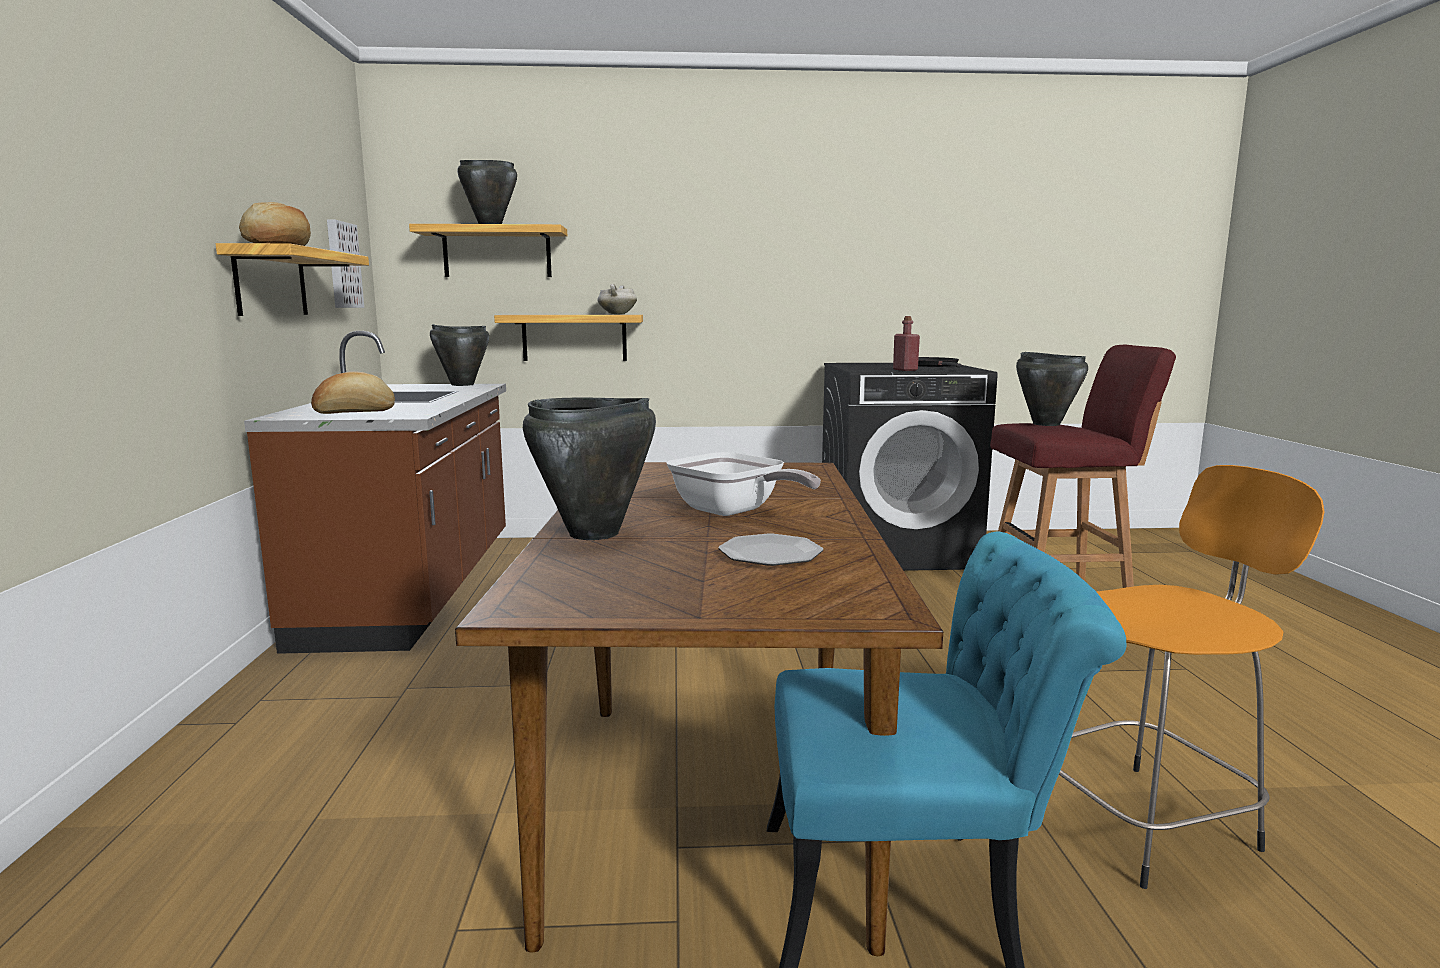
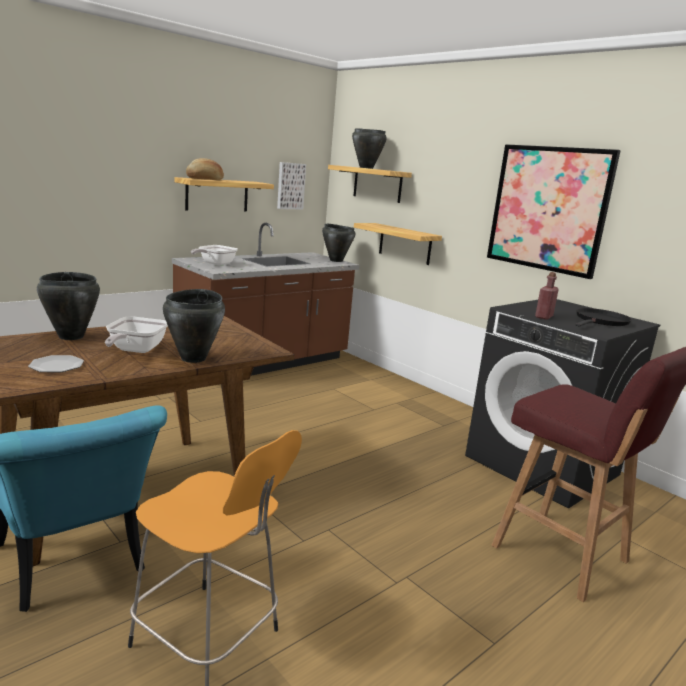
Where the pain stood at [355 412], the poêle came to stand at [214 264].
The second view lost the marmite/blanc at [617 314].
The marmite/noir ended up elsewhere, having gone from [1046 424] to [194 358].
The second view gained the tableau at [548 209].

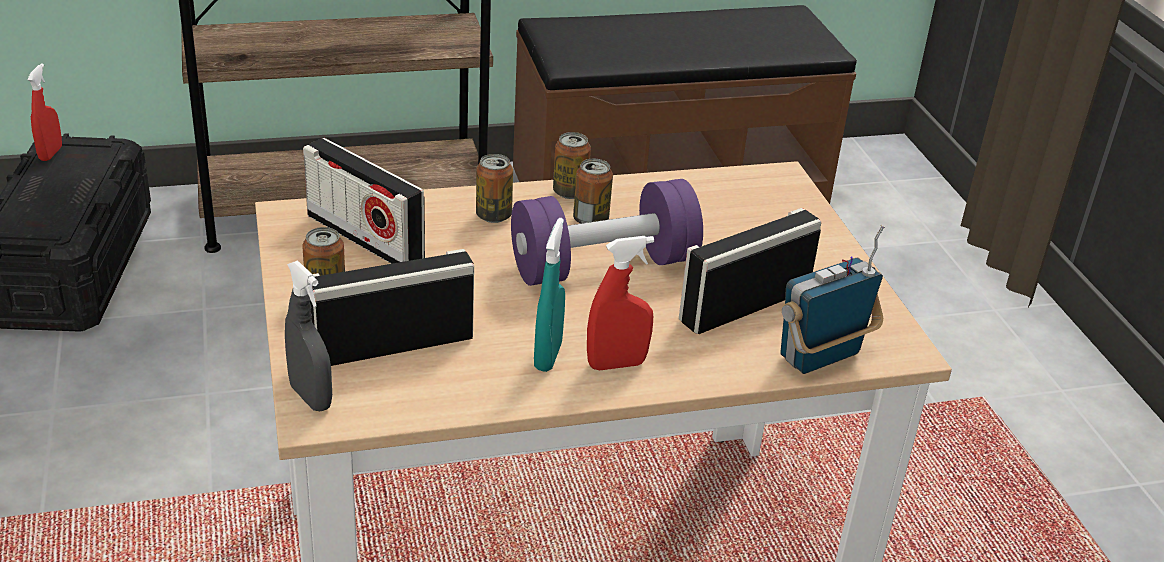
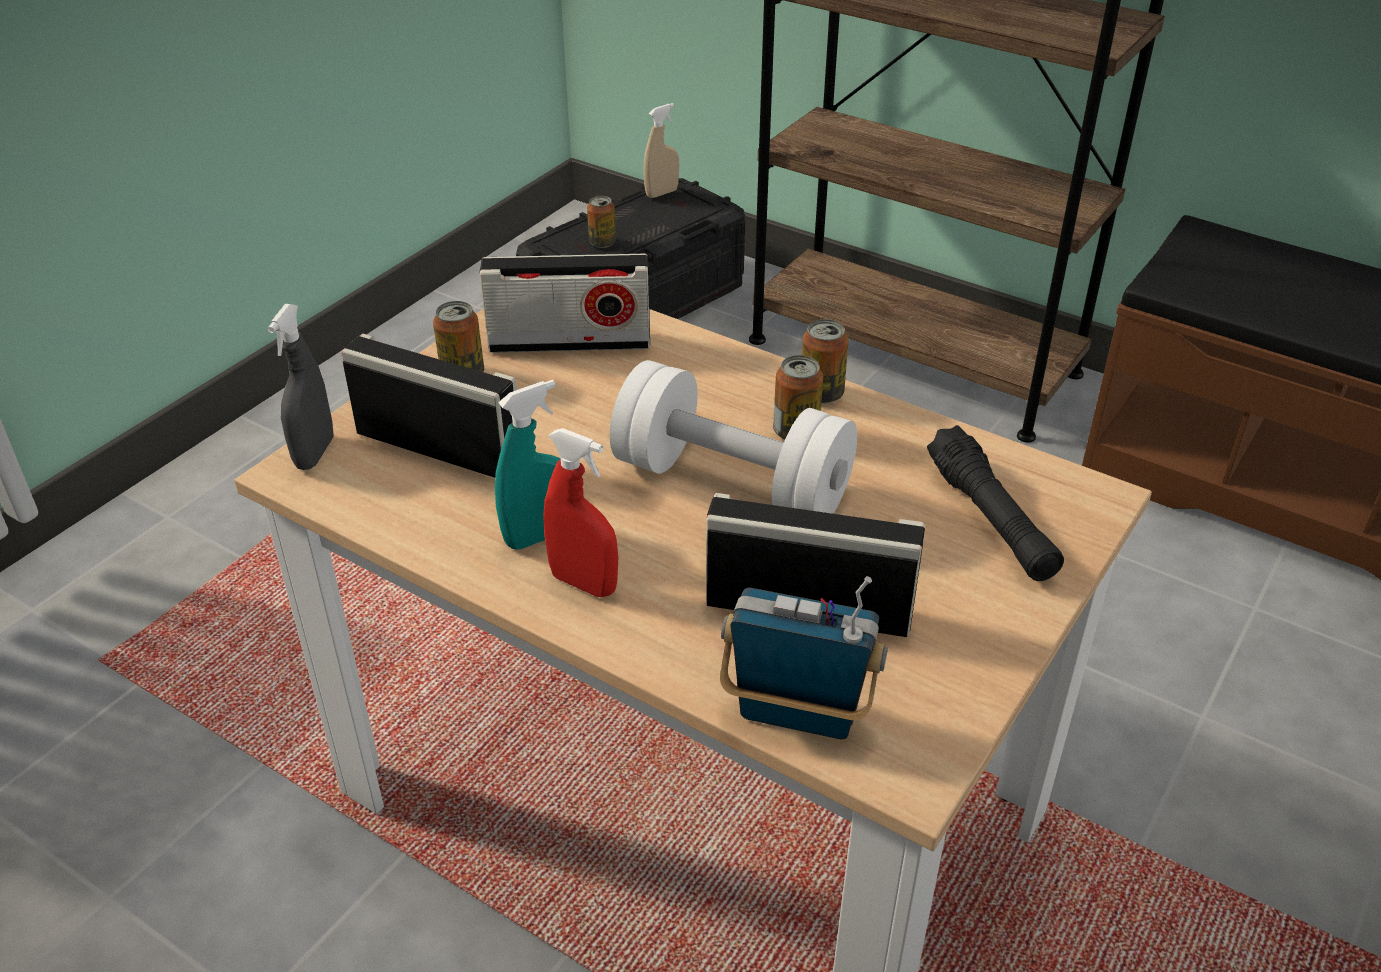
What was the vaporisateur/rouge at [50 153] turned into the vaporisateur/beige at [662 193].
The radio at [365 238] ended up facing another way, 90 degrees counterclockwise from before.
The boîte métallique ended up elsewhere, having gone from [493 215] to [602 243].
What was the haltère/violet at [603 266] turned into the haltère/blanc at [732 483].
The second view gained the lampe de poche/noir at [991 519].

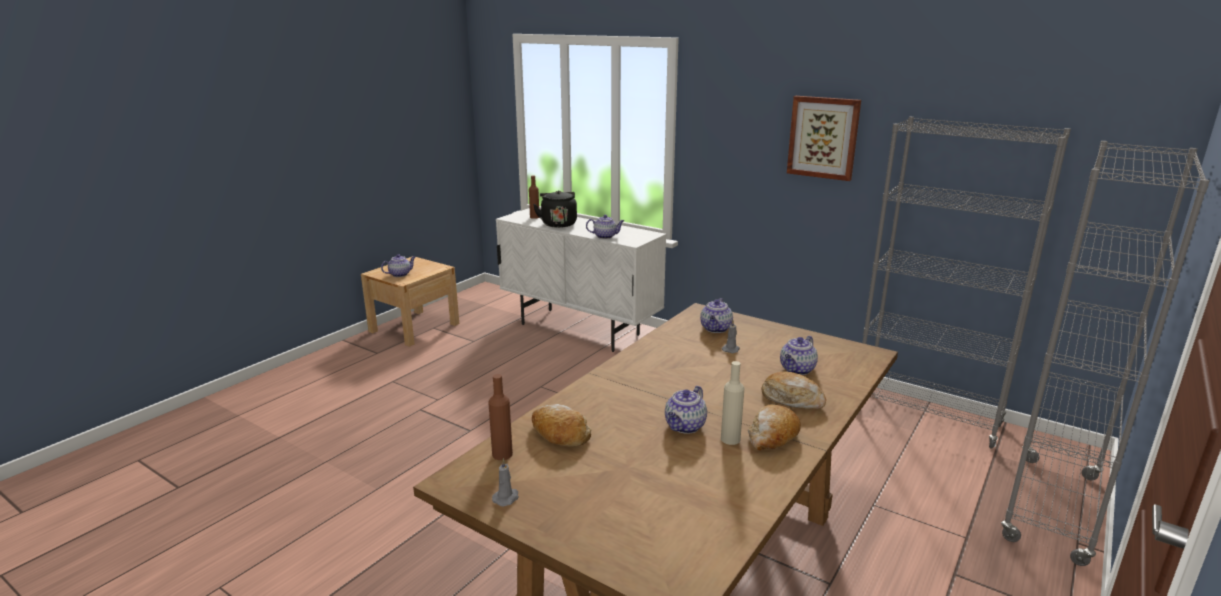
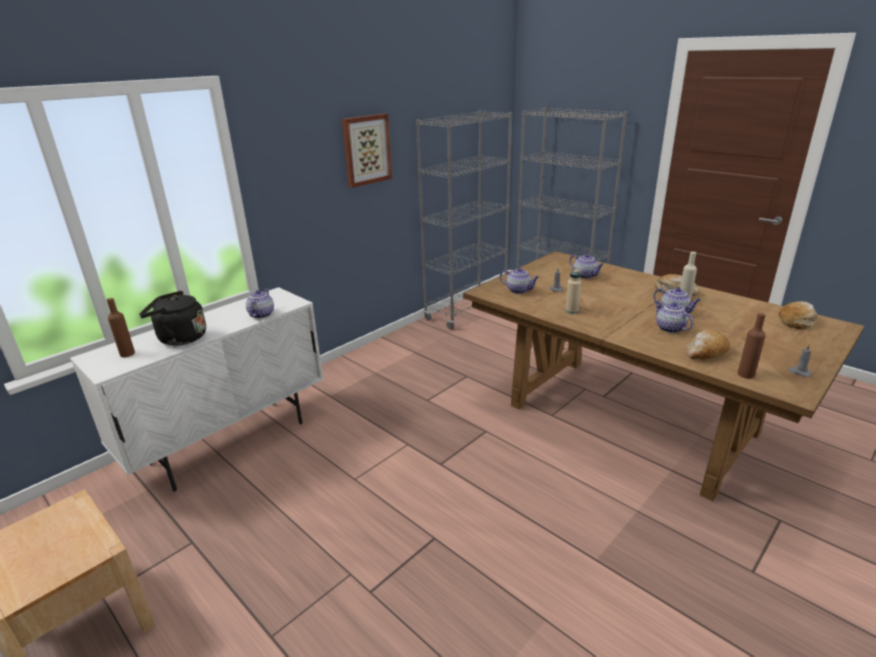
The théière ended up elsewhere, having gone from [400 274] to [669 328].
The pain ended up elsewhere, having gone from [792 399] to [796 321].
The second view gained the bouteille/beige at [572 310].

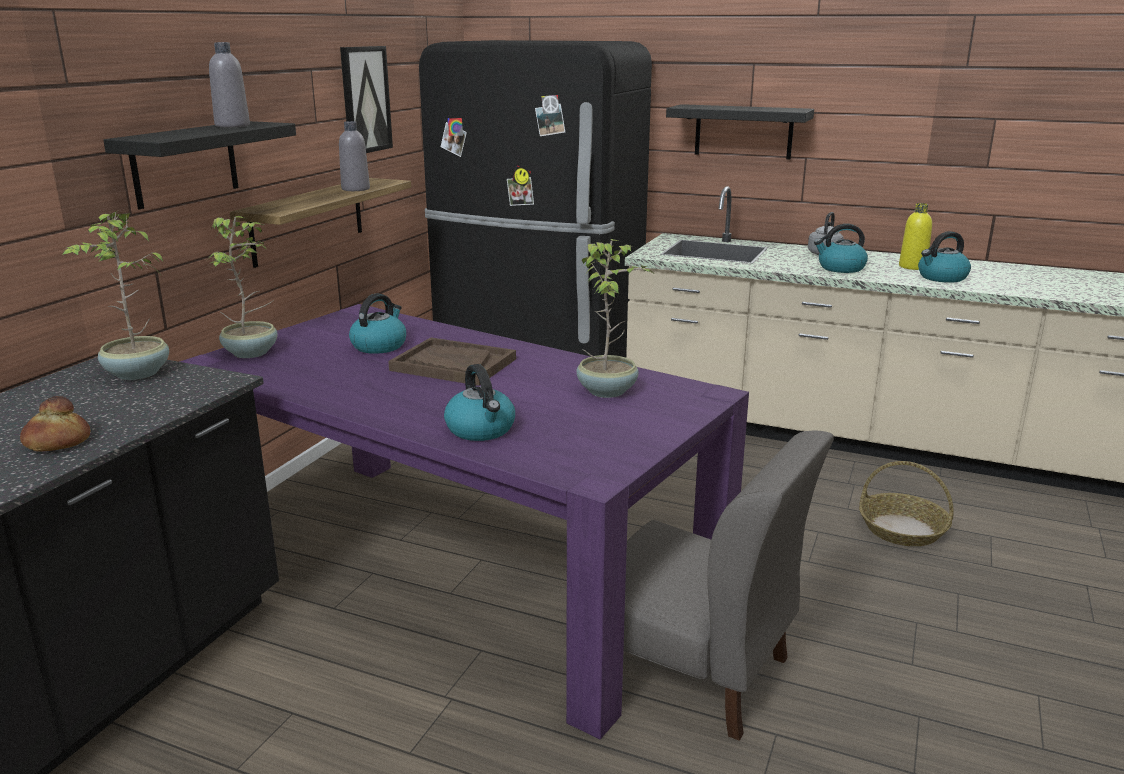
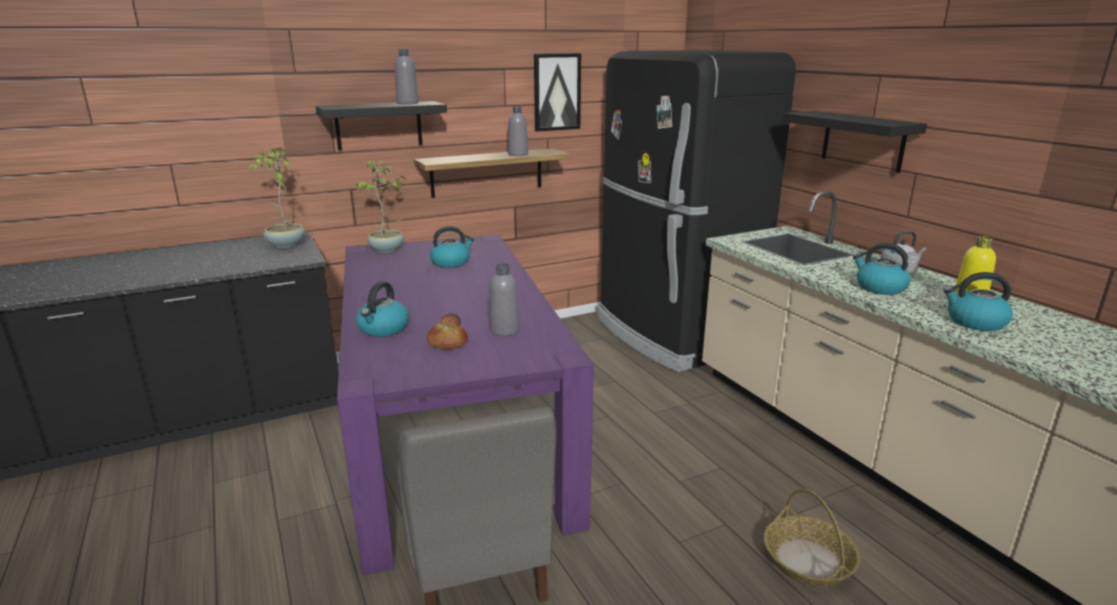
The pain ended up elsewhere, having gone from [57 443] to [447 343].
The second view lost the plateau/marron at [453 365].
Where the plante en pot stood at [608 390], the bouteille/gris came to stand at [504 330].

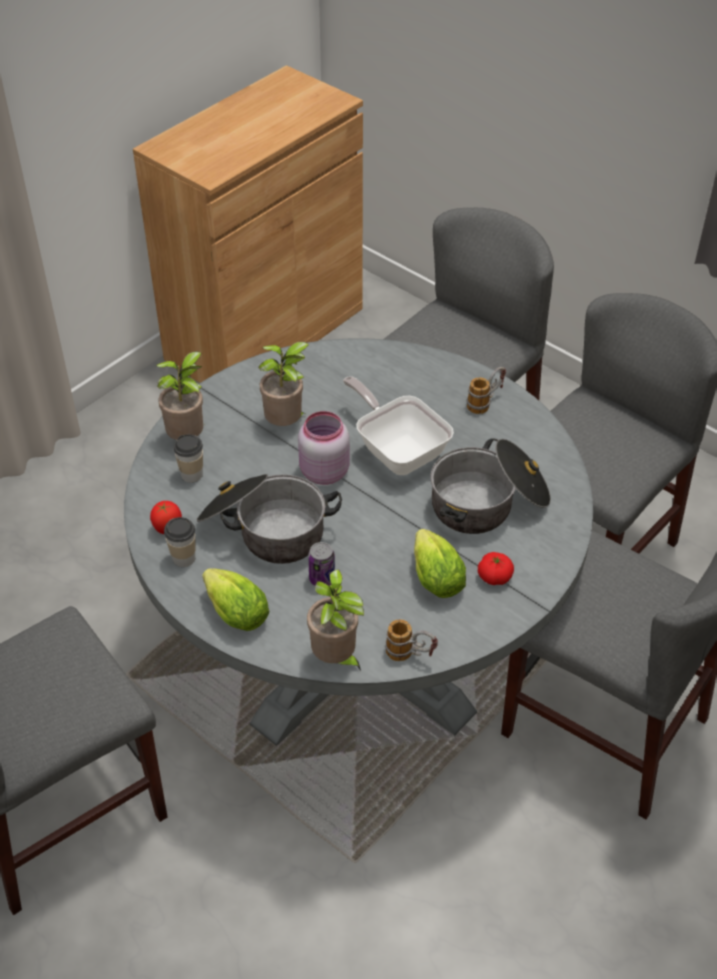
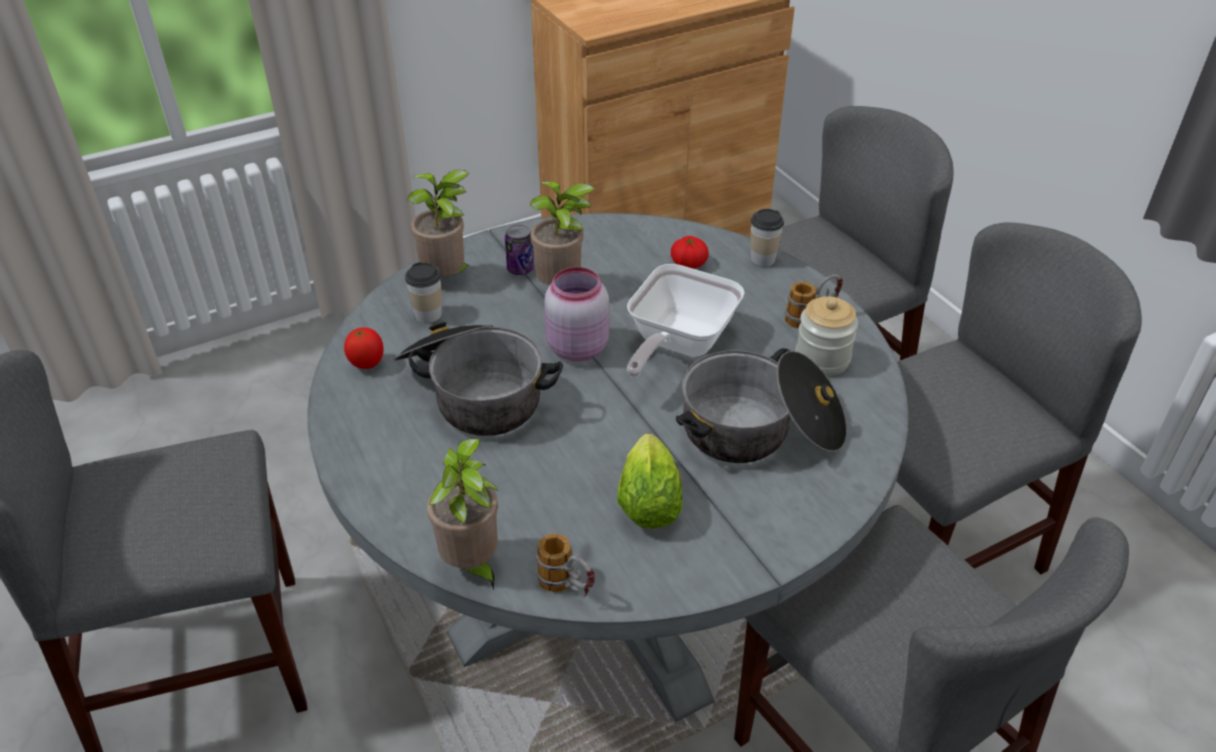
The tasse ended up elsewhere, having gone from [183 558] to [762 259].
The second view lost the laitue at [233 611].
The boîte métallique ended up elsewhere, having gone from [322 579] to [520 269].
The poêle at [397 450] ended up facing another way, 135 degrees counterclockwise from before.
The tomate ended up elsewhere, having gone from [494 577] to [688 263].
The second view gained the bocal at [822 359].

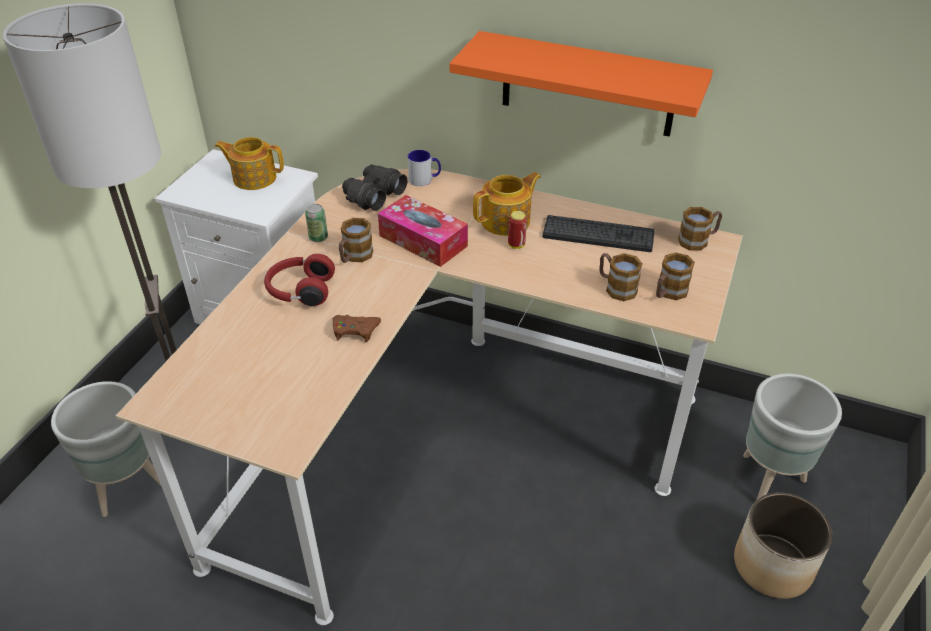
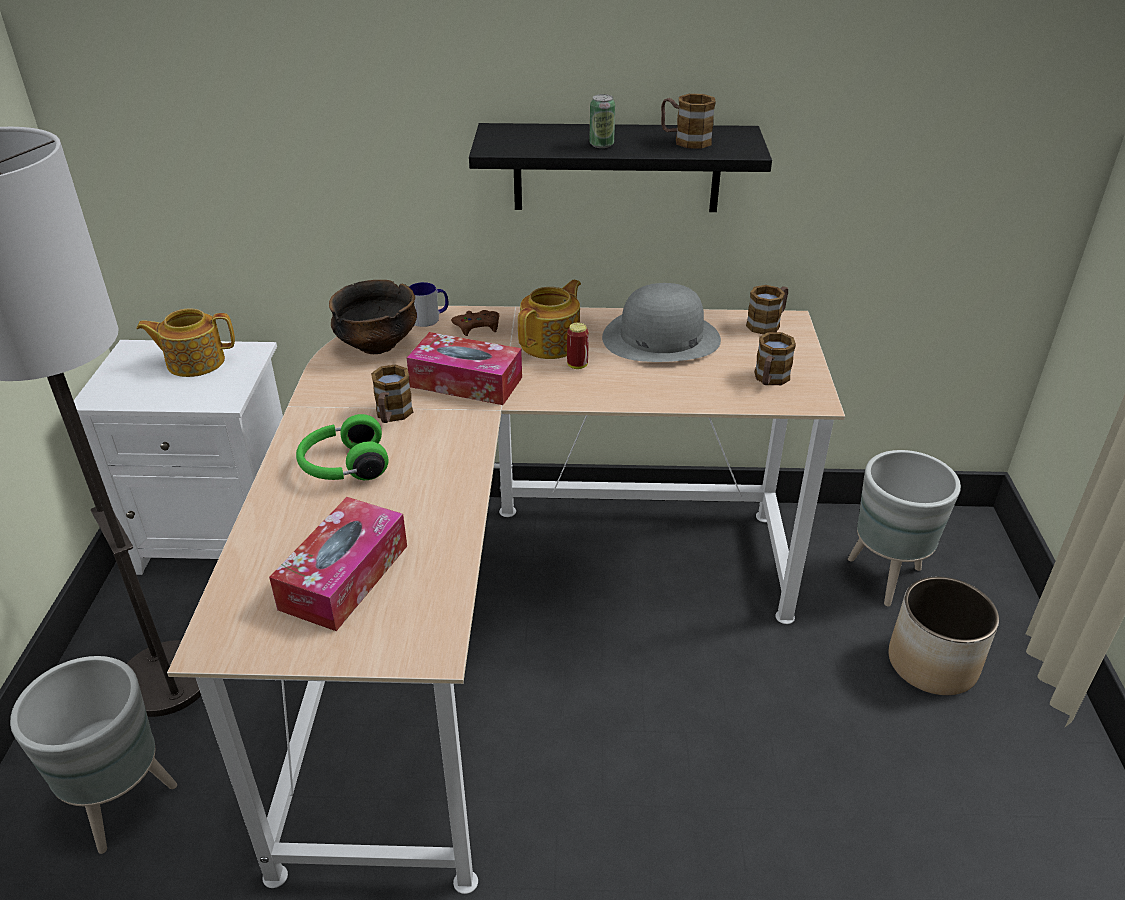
What was the casque audio/rouge at [300 291] turned into the casque audio/vert at [343 467].
The boîte métallique ended up elsewhere, having gone from [318 238] to [601 145].
The manette/marron ended up elsewhere, having gone from [355 330] to [477 327].
Where the jumelles/noir stood at [373 195], the bol came to stand at [377 346].
What was the étagère/orange at [587 85] turned into the étagère/noir at [616 168].
Where the clavier stood at [598 235], the chapeau/gris came to stand at [660 338].
The mug ended up elsewhere, having gone from [616 287] to [685 140].
The second view gained the boîte à mouchoirs at [344 577].

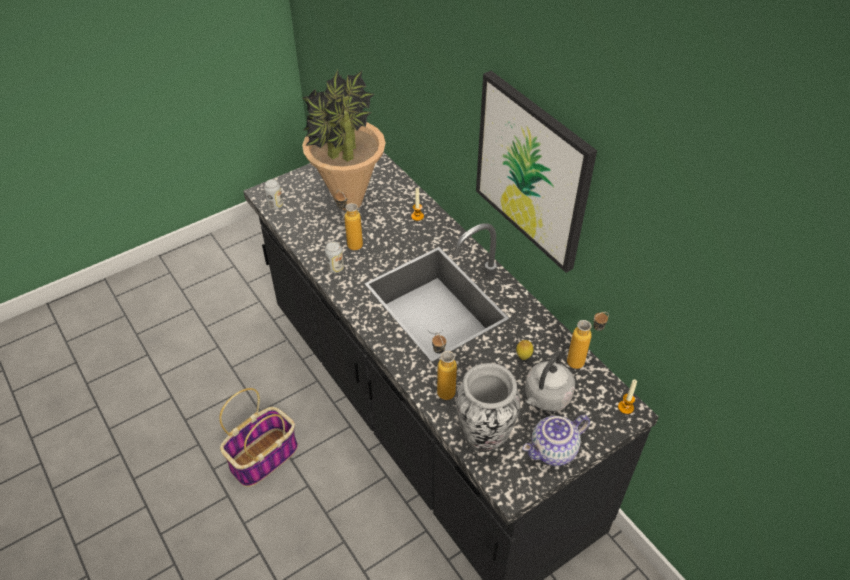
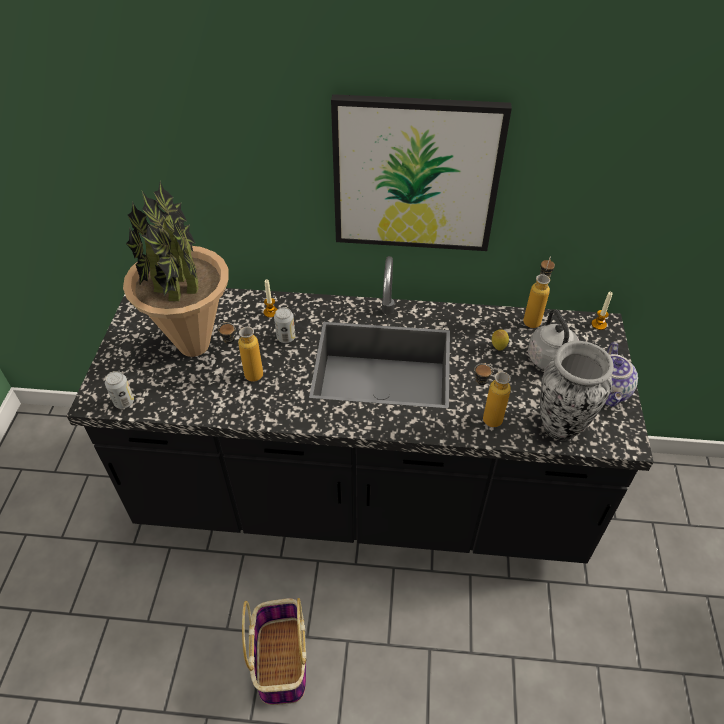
The boîte métallique ended up elsewhere, having gone from [335 268] to [286 337].

